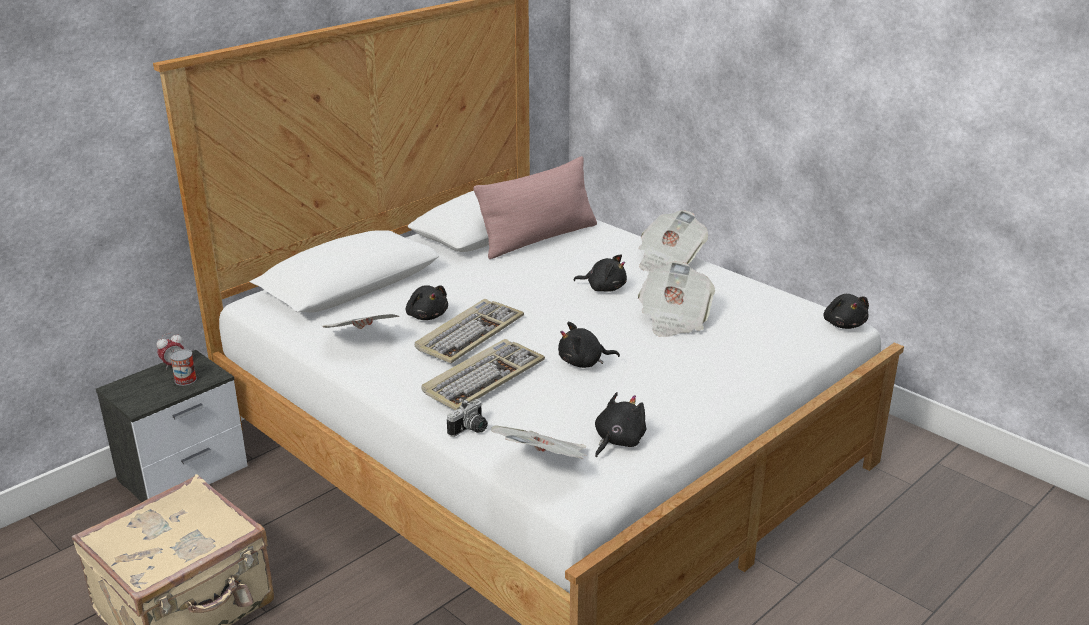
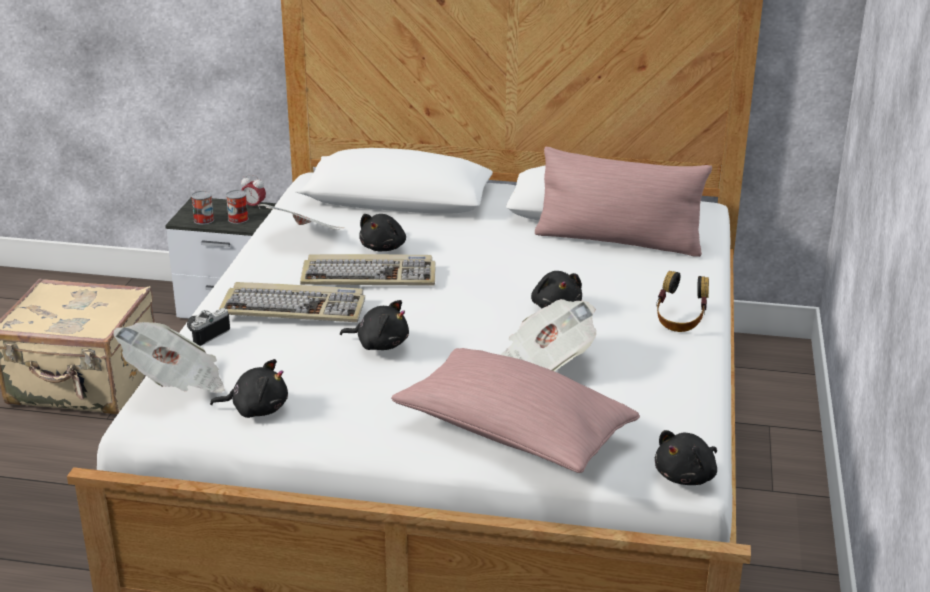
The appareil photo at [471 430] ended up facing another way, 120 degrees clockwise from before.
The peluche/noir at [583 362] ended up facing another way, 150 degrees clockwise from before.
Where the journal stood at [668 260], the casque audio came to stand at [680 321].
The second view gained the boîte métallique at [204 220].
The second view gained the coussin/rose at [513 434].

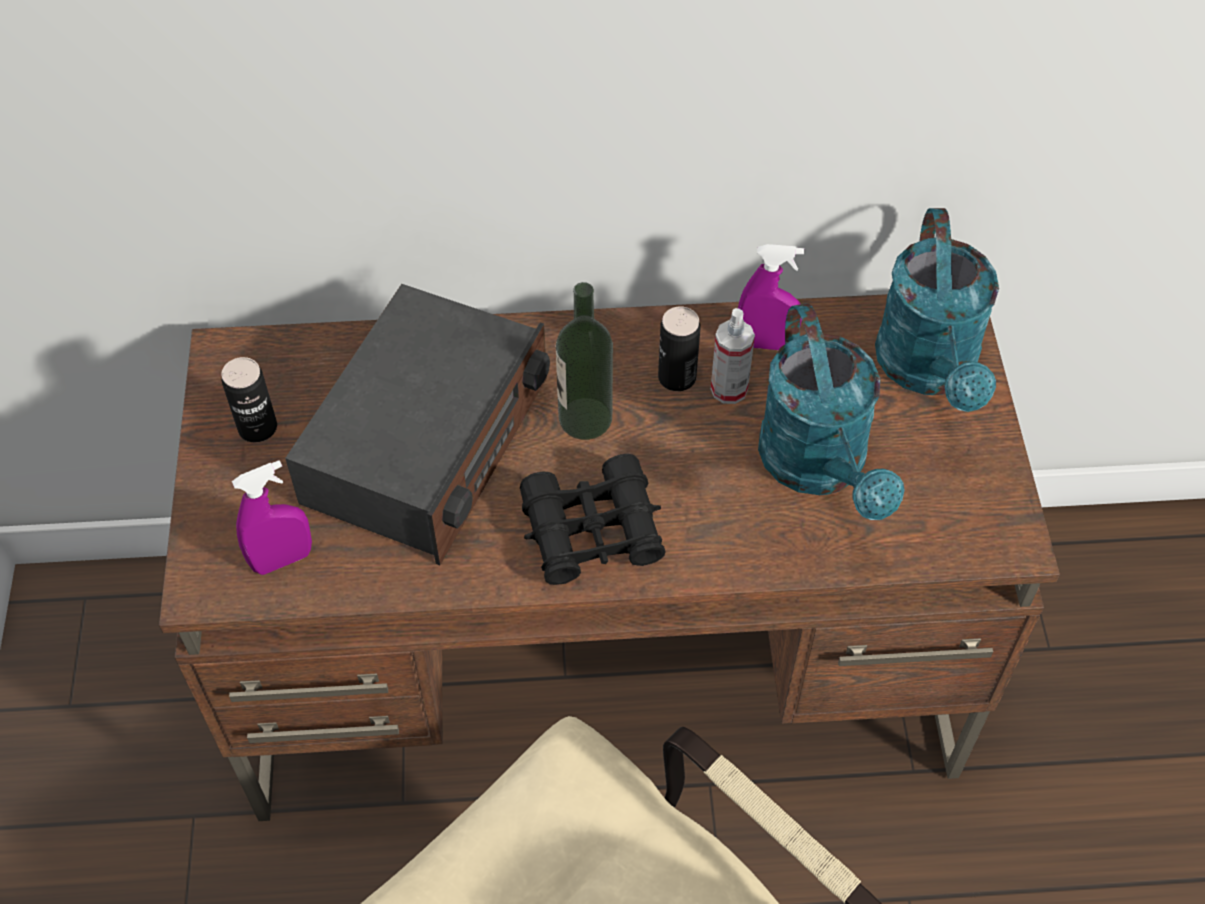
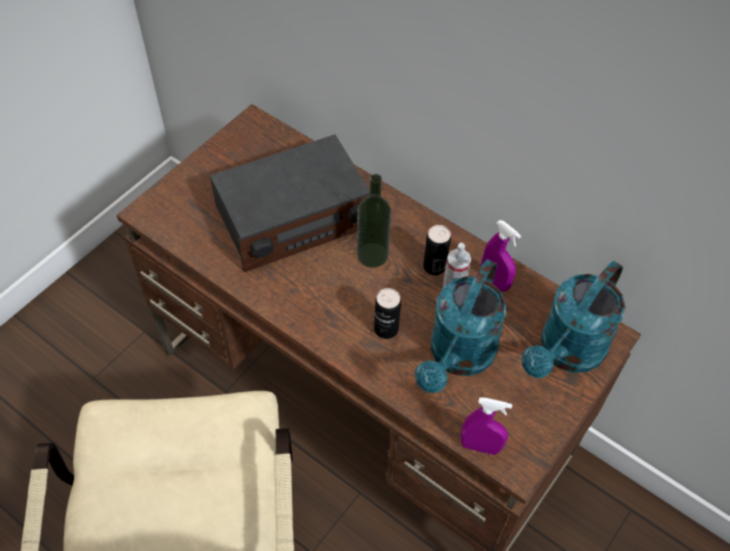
The boîte métallique ended up elsewhere, having gone from [257 428] to [386 329].
The vaporisateur/violet ended up elsewhere, having gone from [282 560] to [480 446].
The second view lost the jumelles/noir at [592 531].

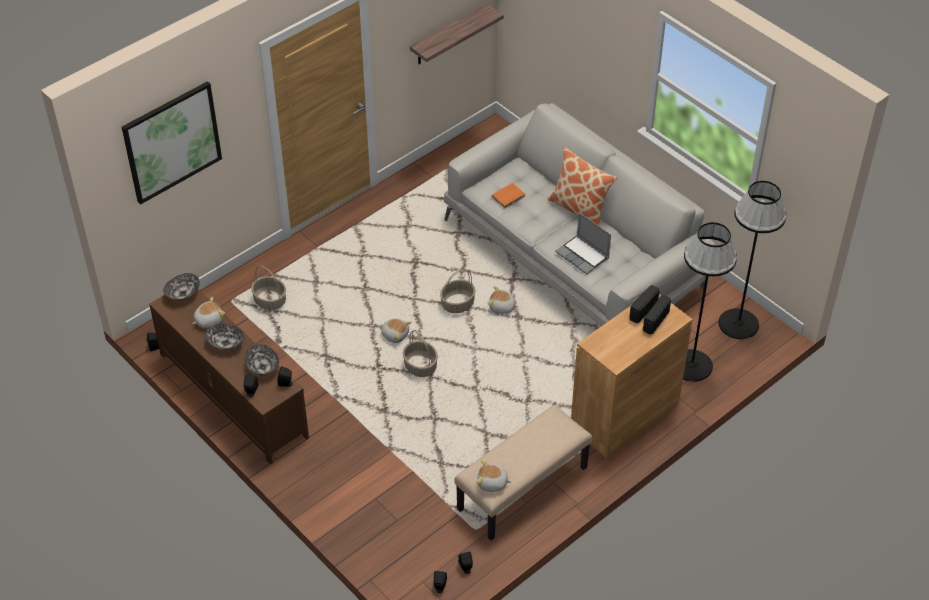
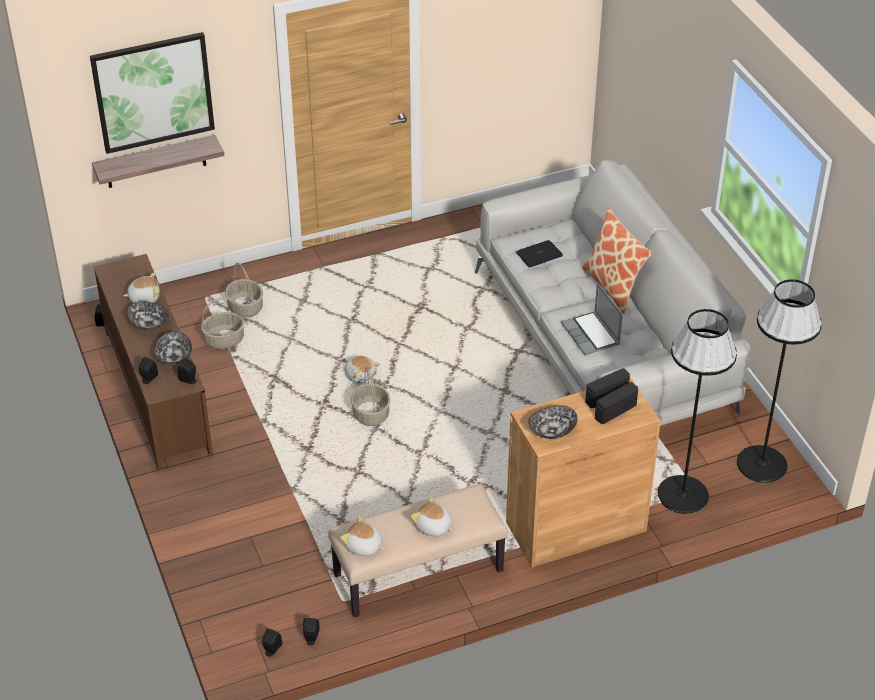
The bol ended up elsewhere, having gone from [183 294] to [552 431].
The étagère ended up elsewhere, having gone from [449 35] to [156 162].
The panier ended up elsewhere, having gone from [457 303] to [224 340].
The peluche ended up elsewhere, having gone from [502 307] to [433 527].
Where the livre/orange stood at [509 196], the ordinateur portable came to stand at [539 254].

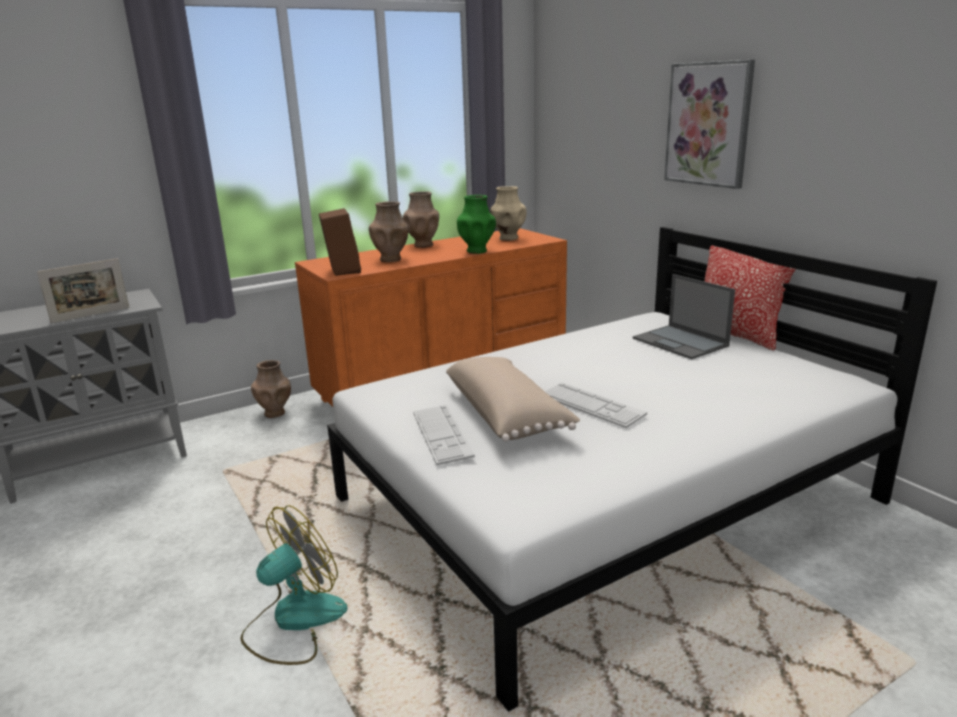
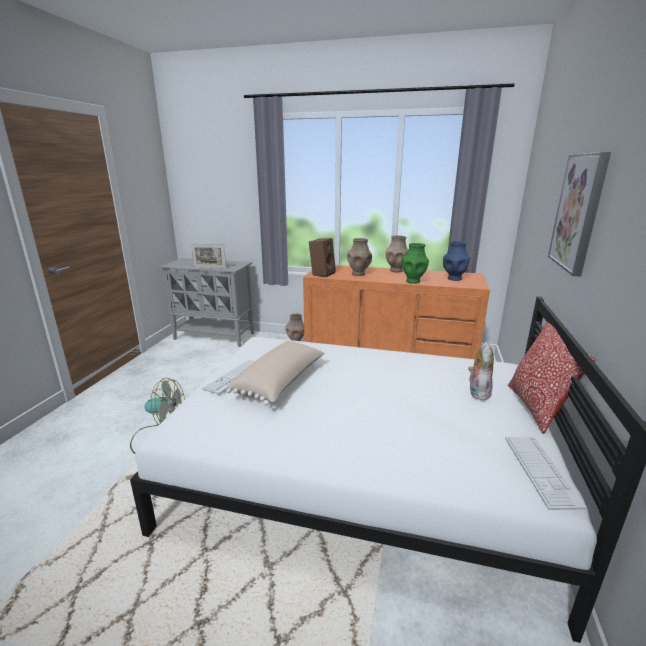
What was the vase/beige at [508 238] turned into the vase/bleu at [454 279].
The clavier ended up elsewhere, having gone from [591 405] to [540 470].
Where the ordinateur portable stood at [681 342], the peluche came to stand at [477 392].

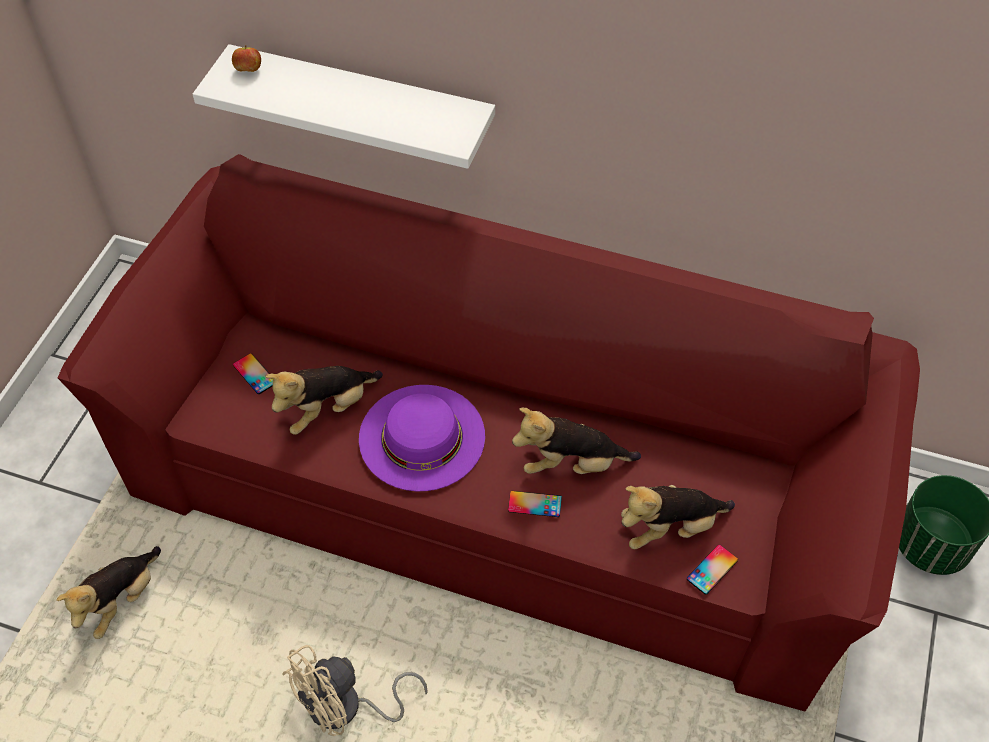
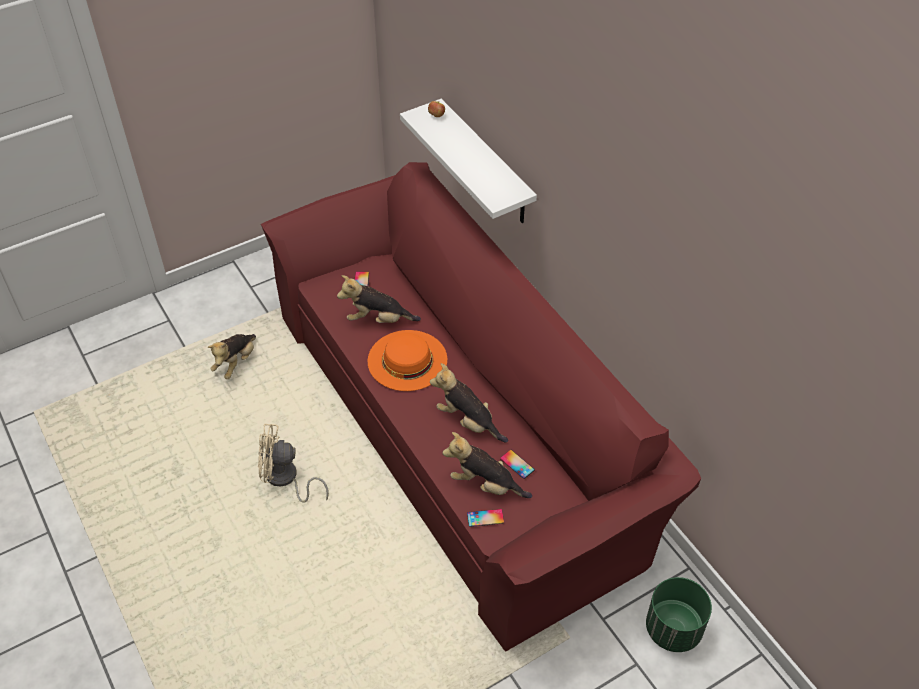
The peluche at [121 601] ended up facing another way, 45 degrees counterclockwise from before.
What was the chapeau/violet at [422 437] turned into the chapeau/orange at [407 360].
The téléphone ended up elsewhere, having gone from [534 504] to [517 464].

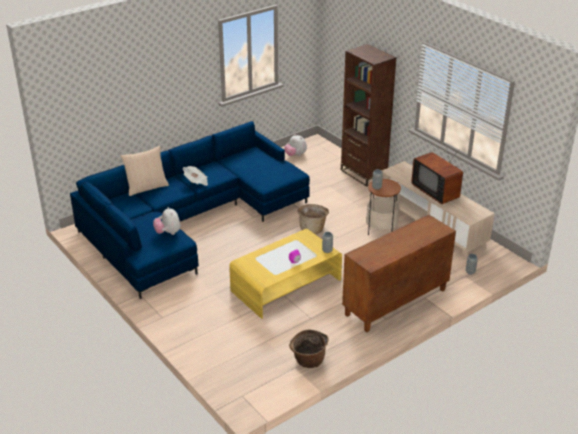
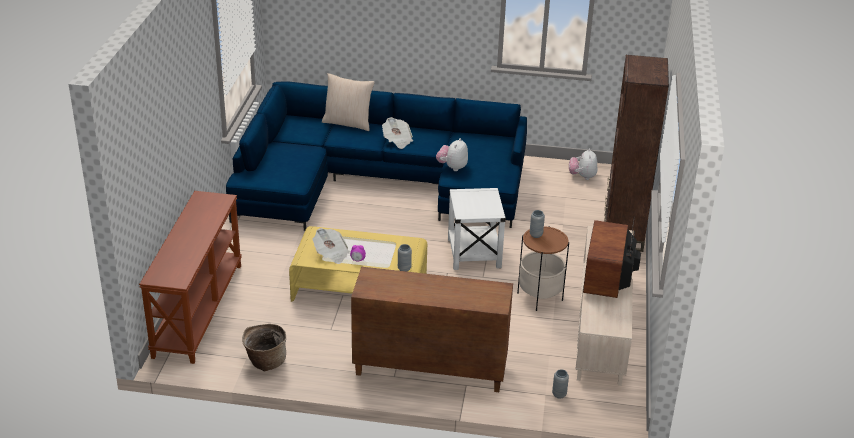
The peluche ended up elsewhere, having gone from [168 233] to [452 167].
Where the panier stood at [312 228], the table d'appoint/blanc came to stand at [474 254].
The second view gained the table console/marron at [197 309].
The second view gained the journal at [331 254].

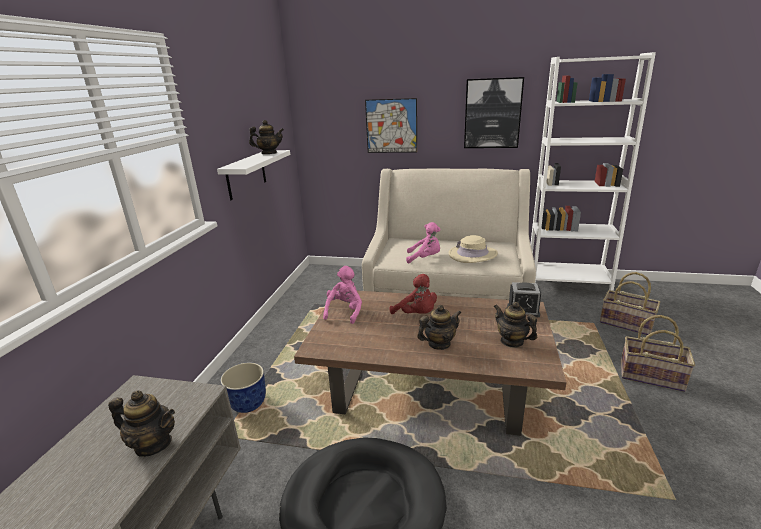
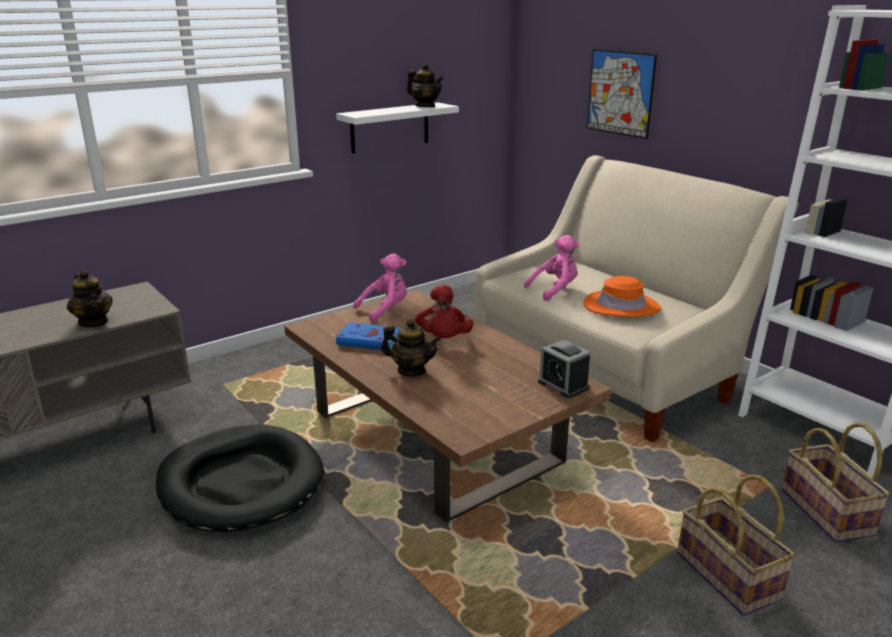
The second view lost the cache-pot at [249 404].
The peluche/rose at [425 258] ended up facing another way, 75 degrees counterclockwise from before.
What was the chapeau/beige at [472 254] turned into the chapeau/orange at [621 306].
The second view lost the tableau at [492 113].
The second view lost the théière at [512 341].
The second view gained the livre/bleu at [371 341].

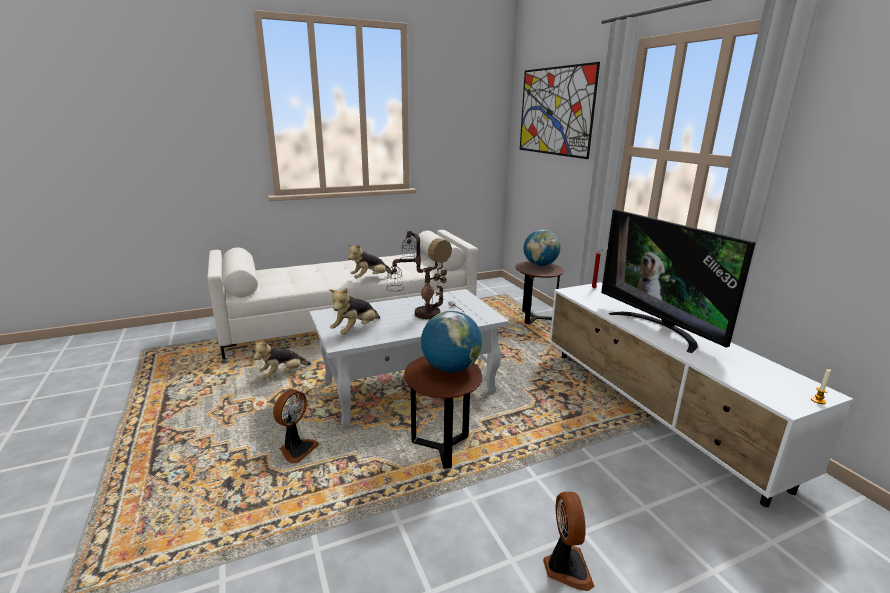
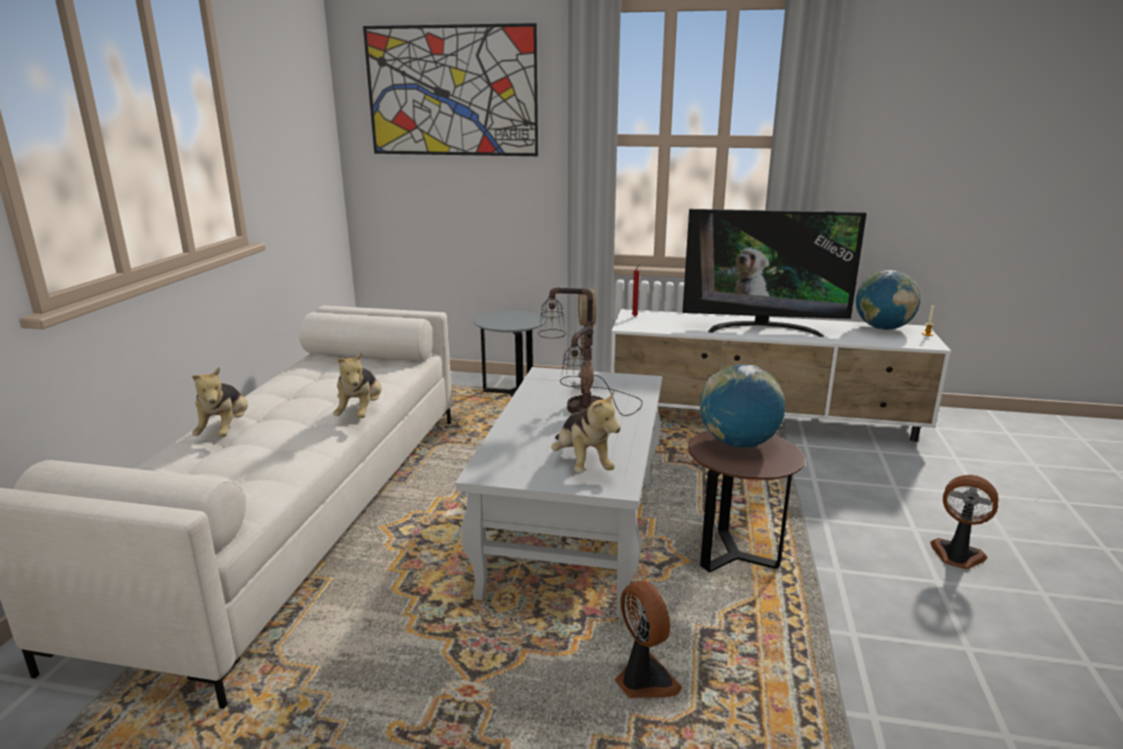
The peluche ended up elsewhere, having gone from [282 374] to [225 431].
What was the table d'appoint/marron at [535 318] turned into the table d'appoint/gris at [511 393].
The globe ended up elsewhere, having gone from [540 265] to [882 328].

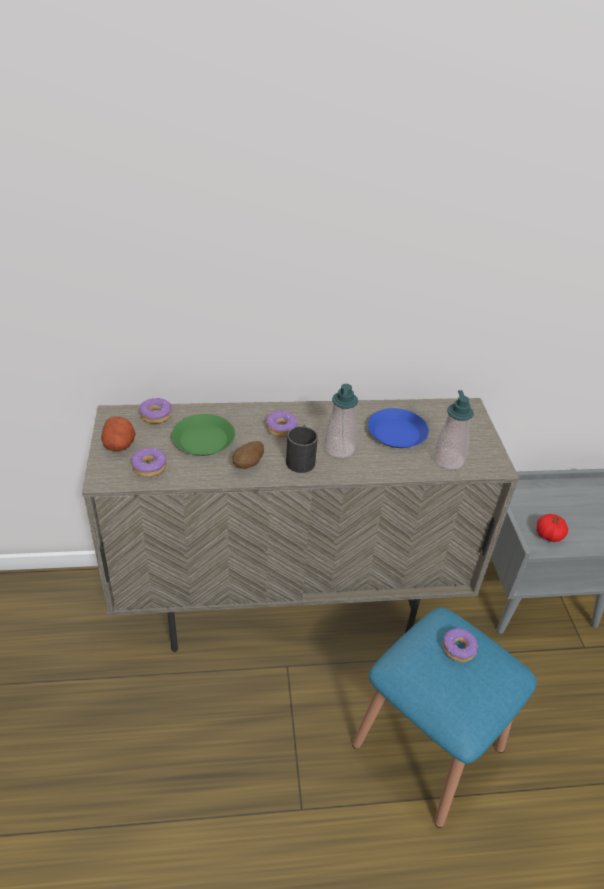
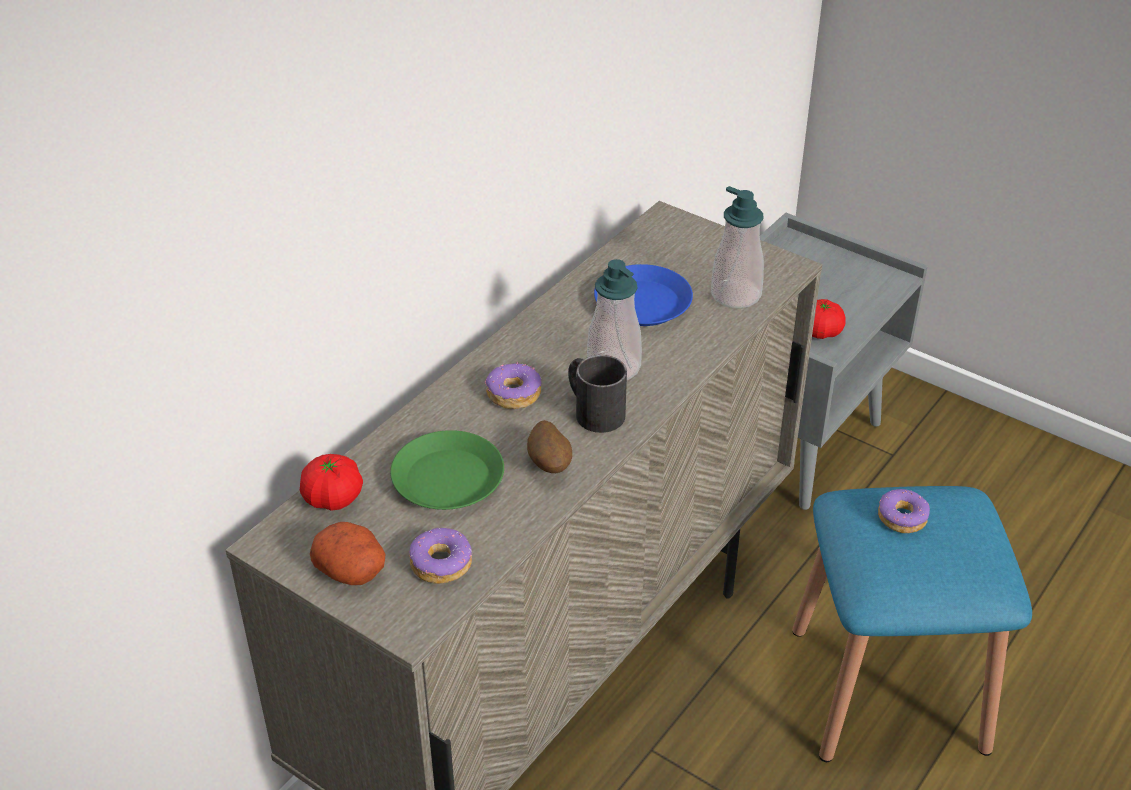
Where the beignet stood at [156 415], the tomate came to stand at [333 498].

